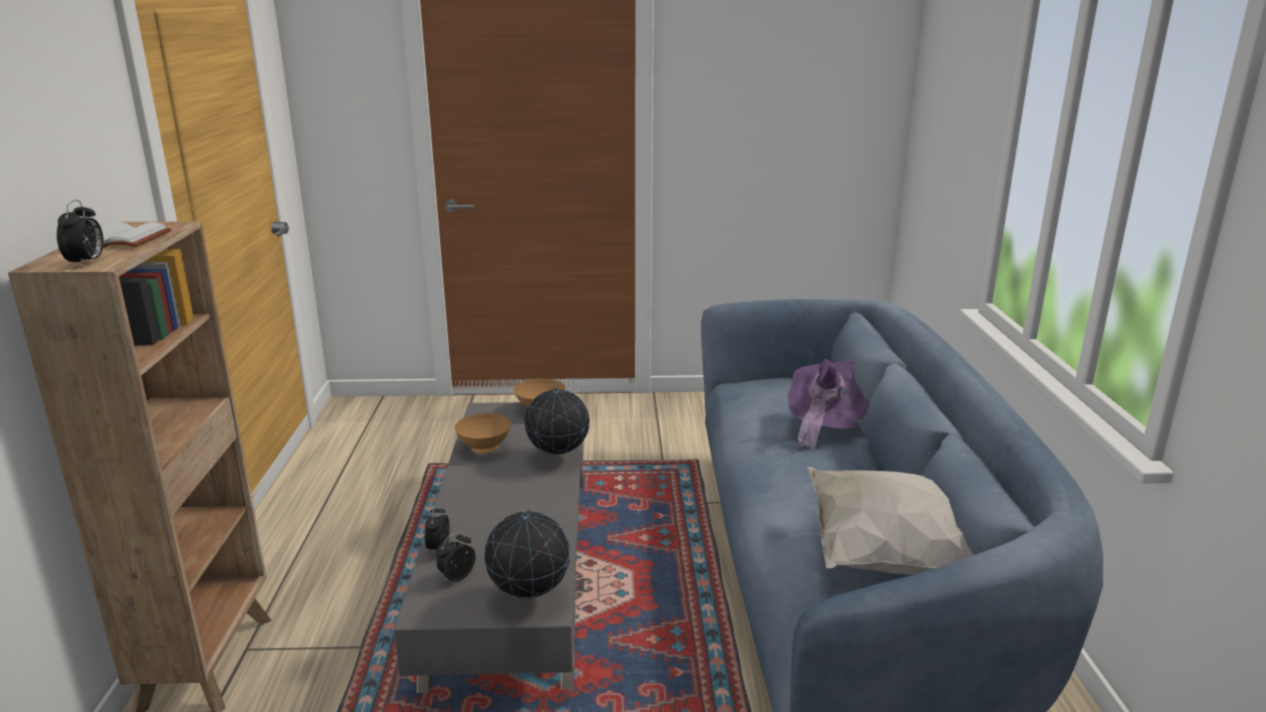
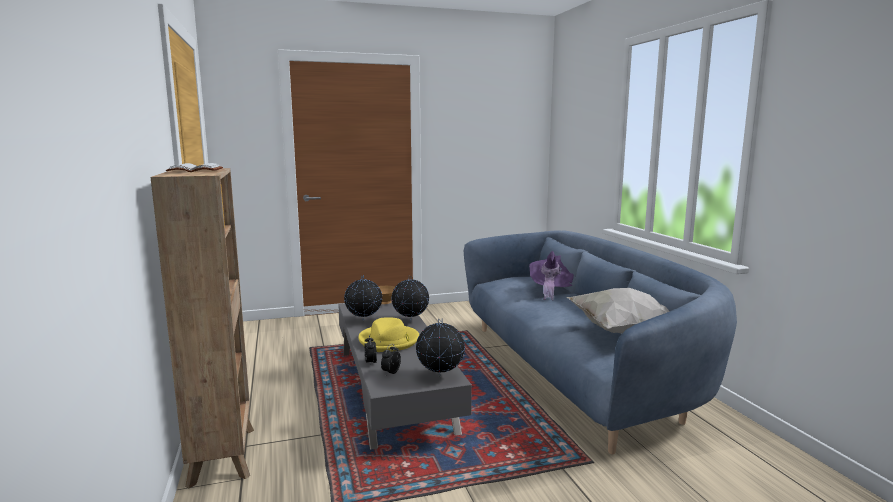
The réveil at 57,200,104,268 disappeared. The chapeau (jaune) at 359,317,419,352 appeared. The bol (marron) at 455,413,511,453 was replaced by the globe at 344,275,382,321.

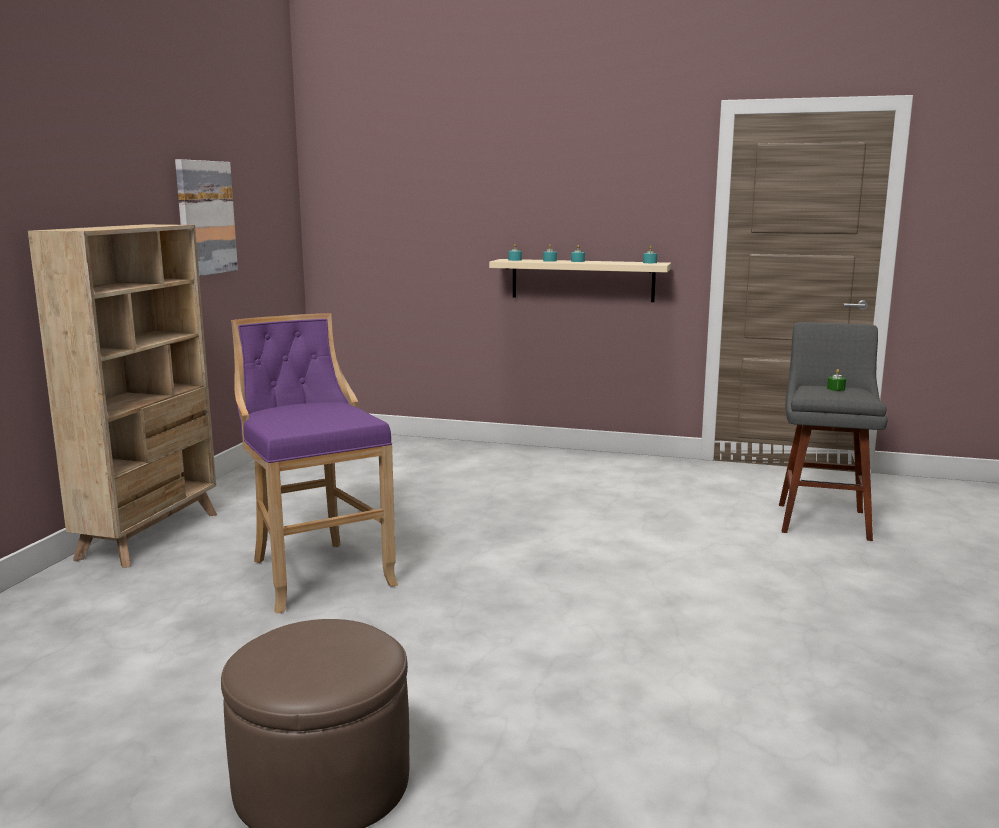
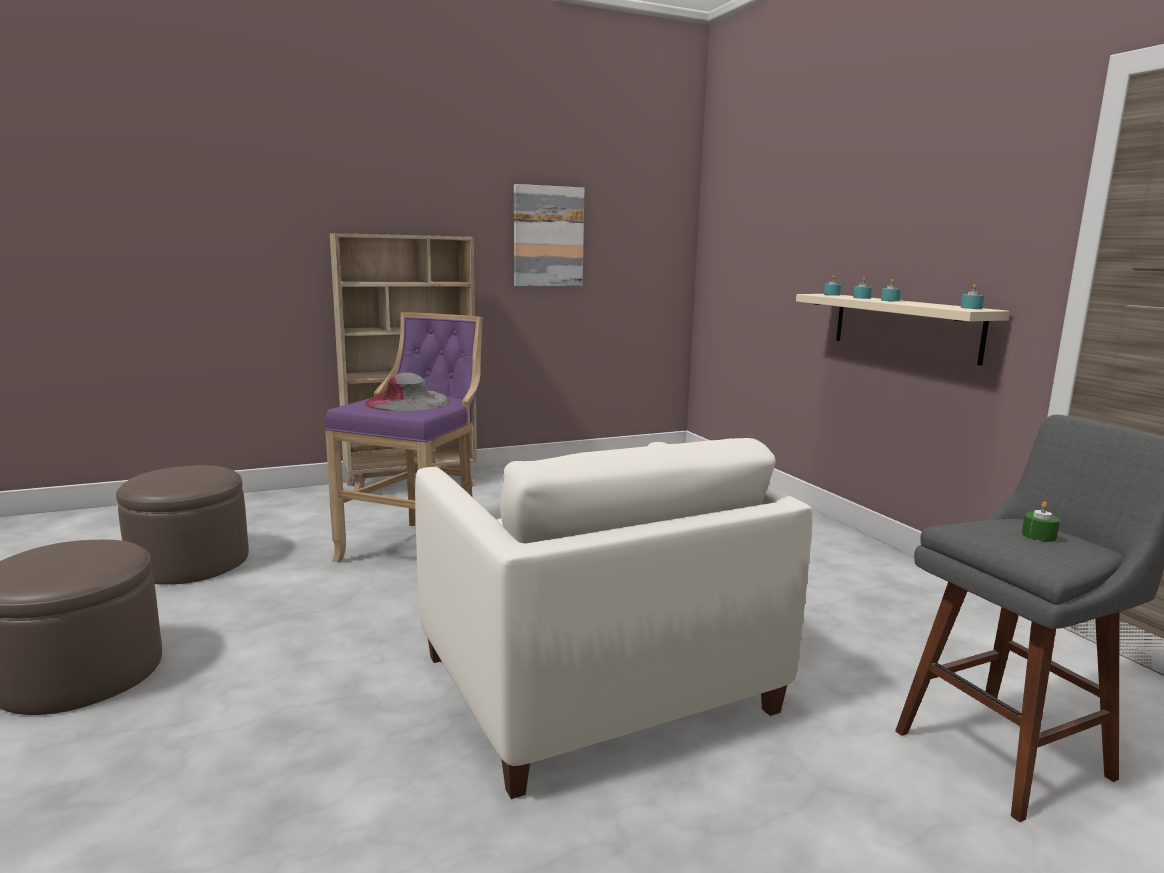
The pouf (marron) at 116,465,249,585 appeared. The chapeau (gris) at 364,372,449,411 appeared. The fauteuil (blanc) at 415,438,813,799 appeared.

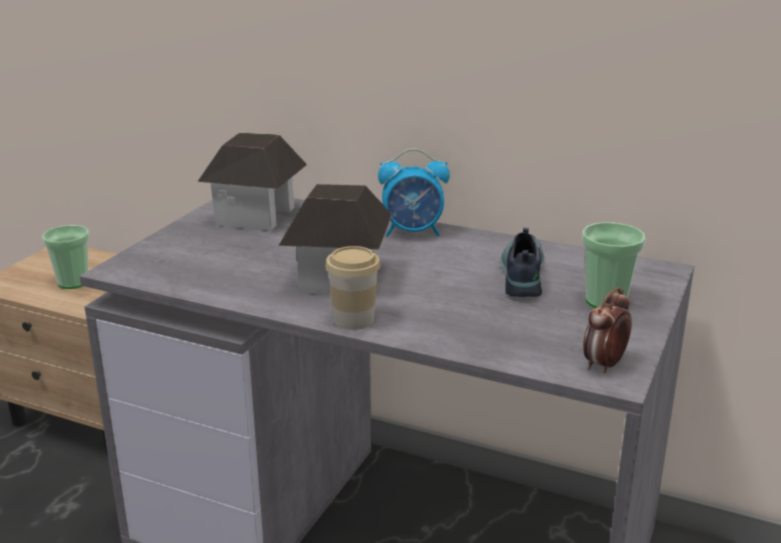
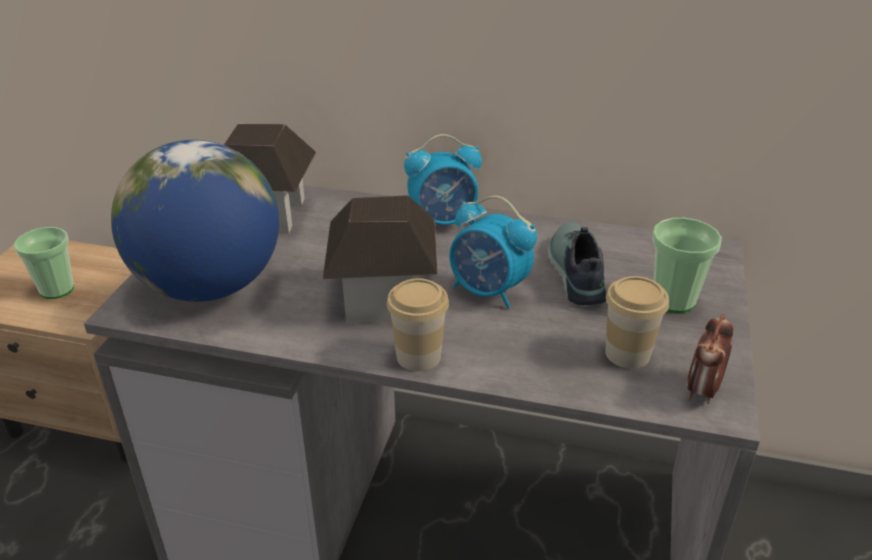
The globe at 111,140,279,302 appeared. The réveil at 450,196,537,308 appeared. The tasse at 605,276,669,369 appeared.

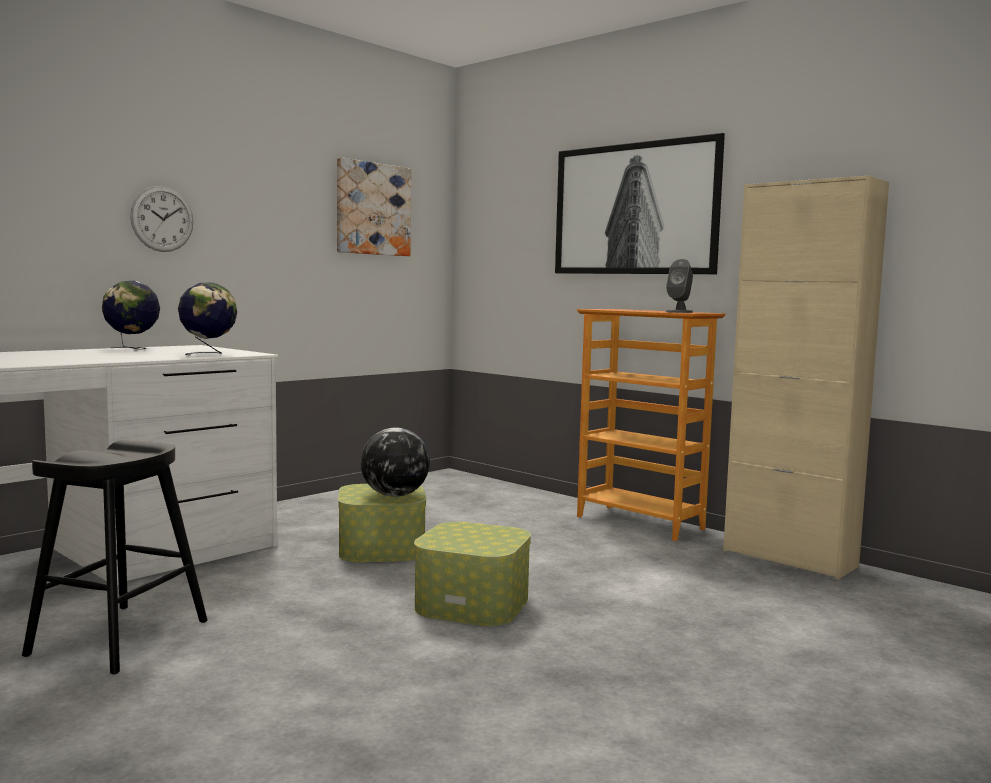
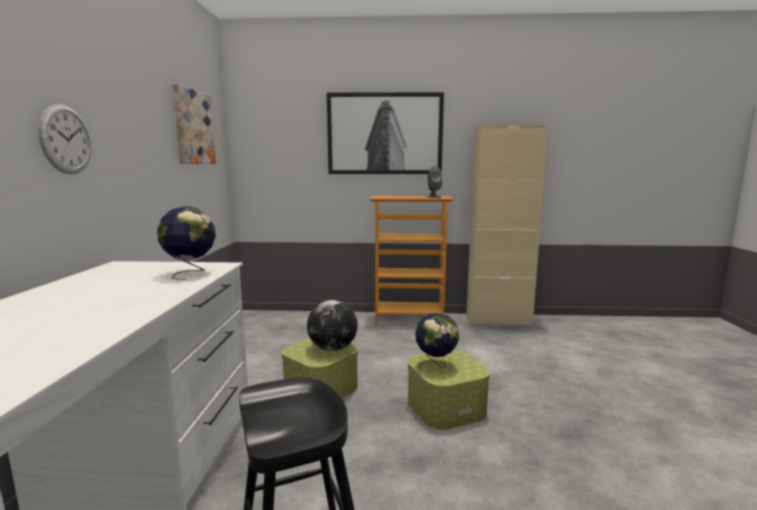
The globe moved from 102,281,160,350 to 415,313,459,371.

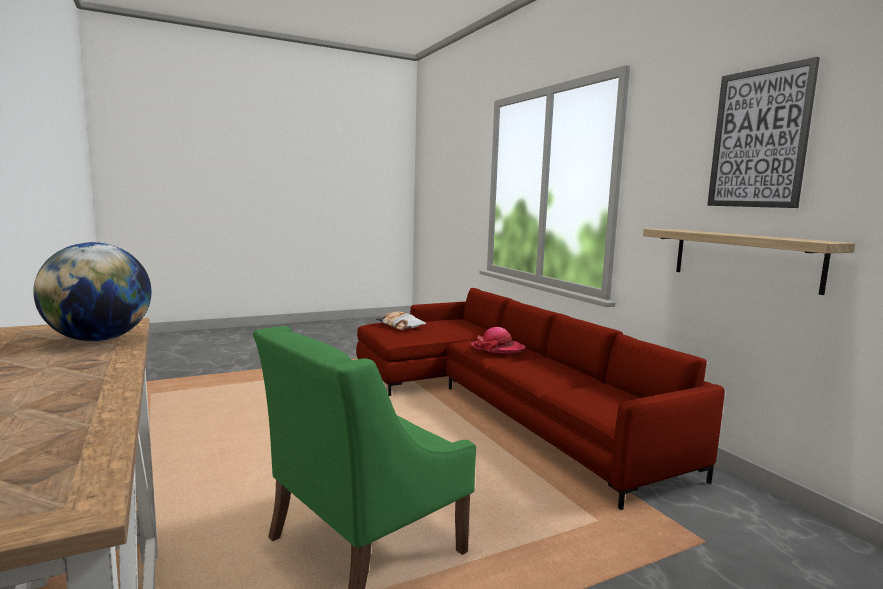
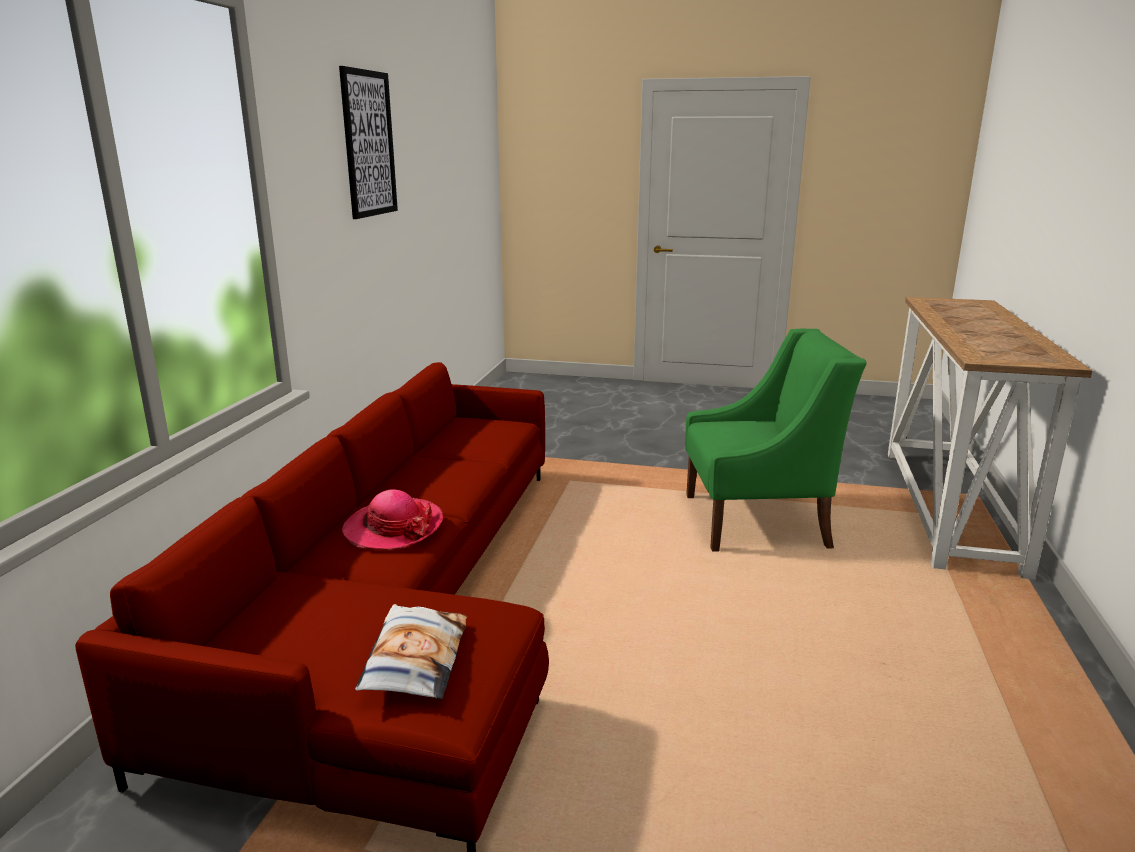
The globe at 33,242,151,342 disappeared. The étagère at 643,229,855,295 disappeared.

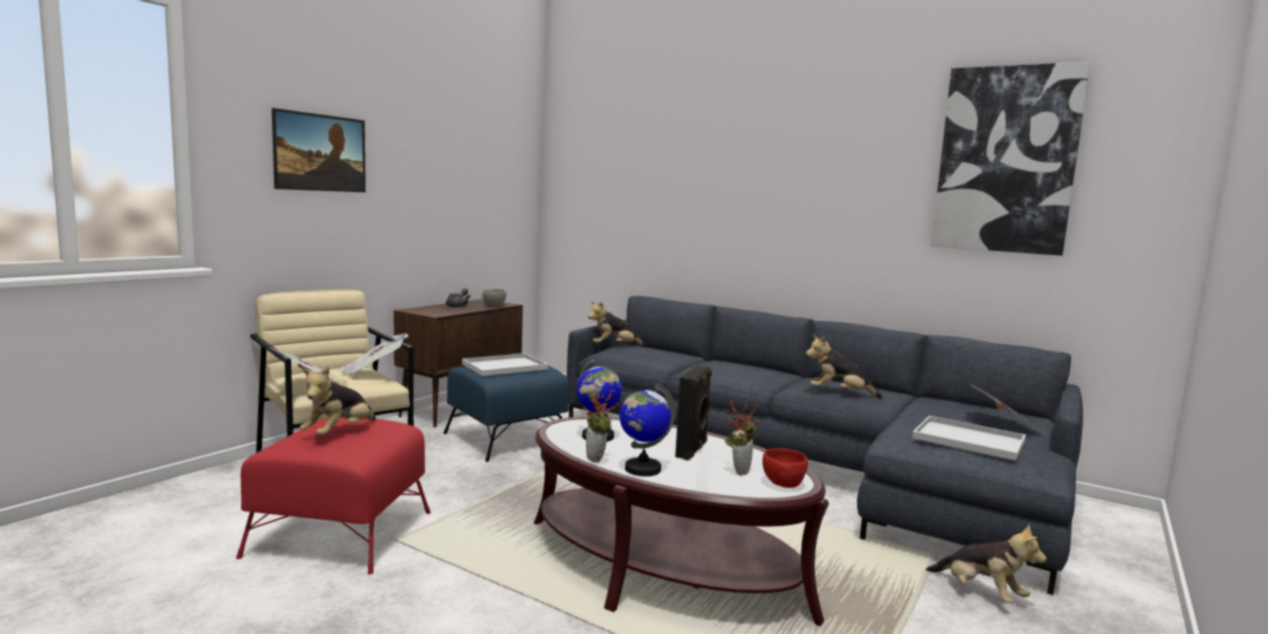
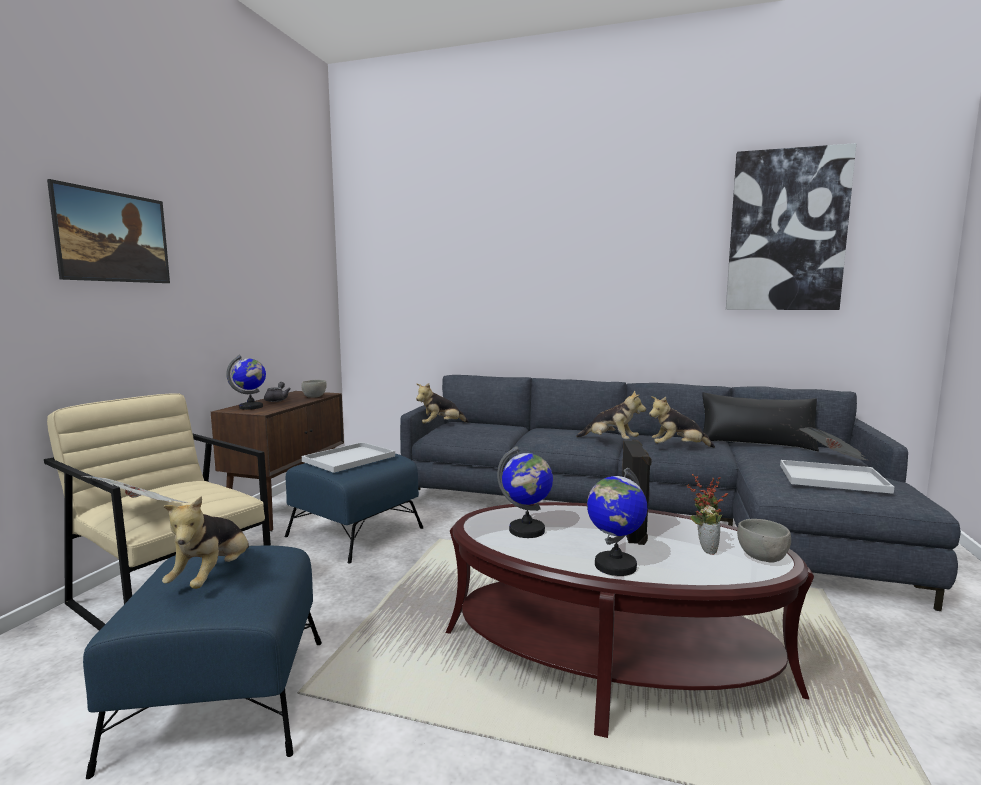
The journal at 338,333,408,374 disappeared. The plante en pot at 583,389,619,463 disappeared. The globe at 226,355,266,410 appeared. The coussin (noir) at 701,393,819,451 appeared. The peluche moved from 926,524,1046,603 to 576,390,646,439. The pouf (rouge) at 236,417,431,575 became the pouf (bleu) at 83,545,322,779. The bol (rouge) at 762,448,808,488 became the bol (gris) at 737,519,791,562.

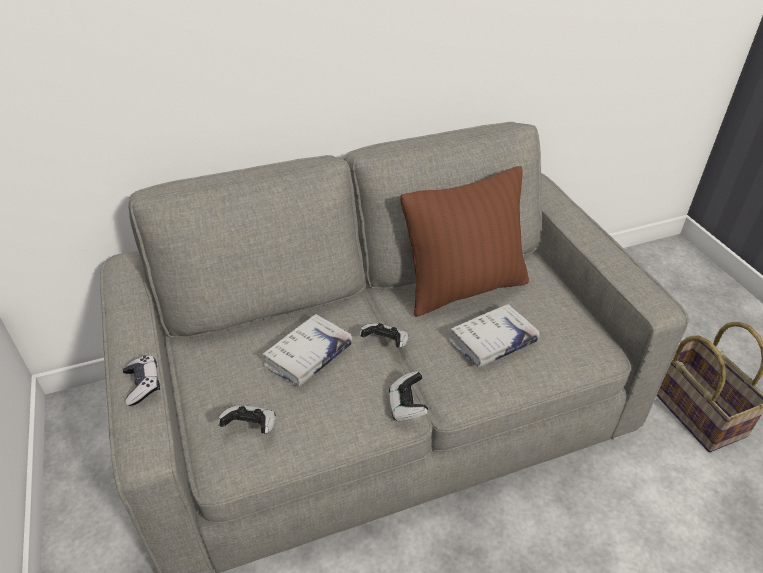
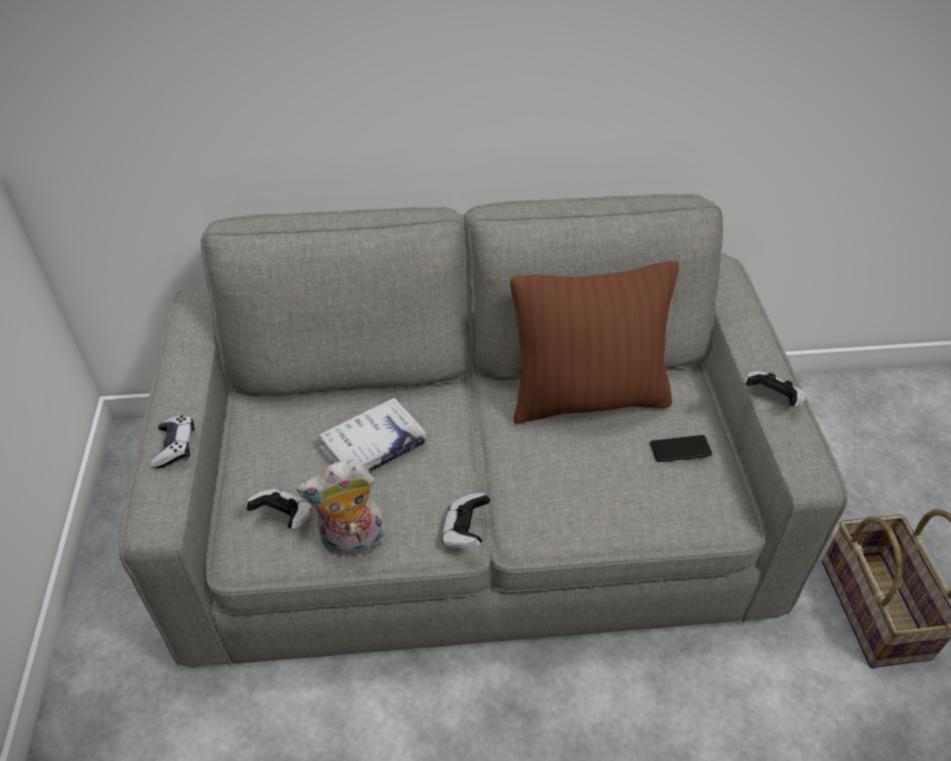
The livre (blanc) at 448,304,540,367 disappeared. The peluche at 297,460,386,556 appeared. The téléphone at 650,435,712,462 appeared. The manette moved from 359,323,408,348 to 744,371,805,408.

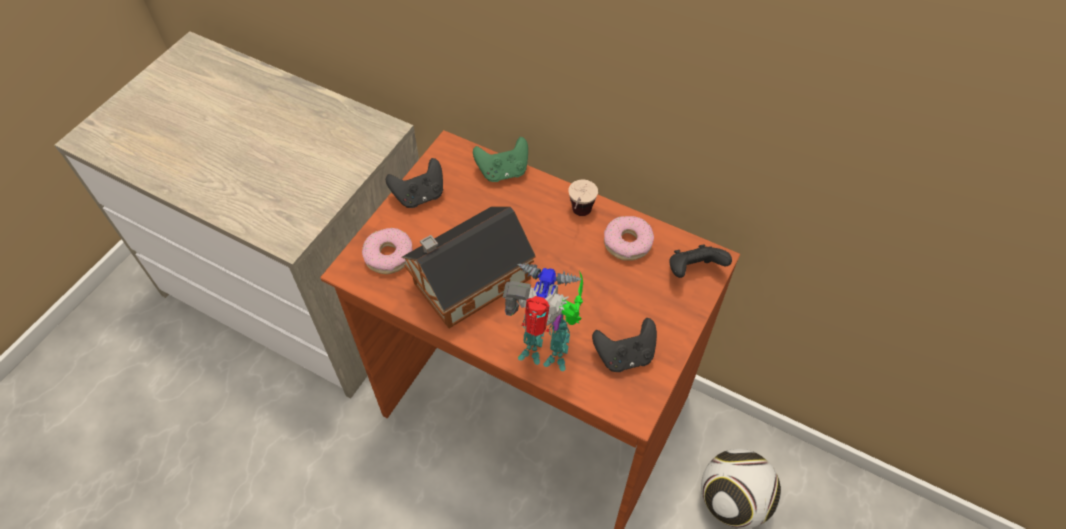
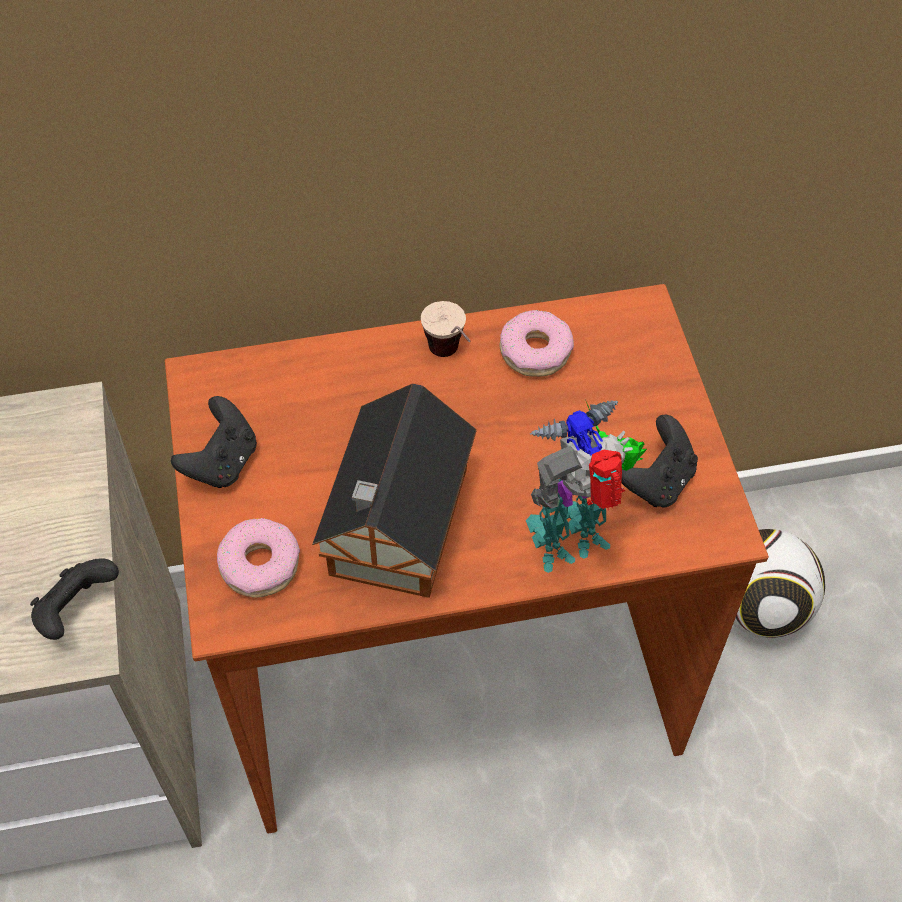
The manette (vert) at 473,137,528,182 disappeared. The manette (noir) moved from 670,244,732,278 to 30,558,119,640.

